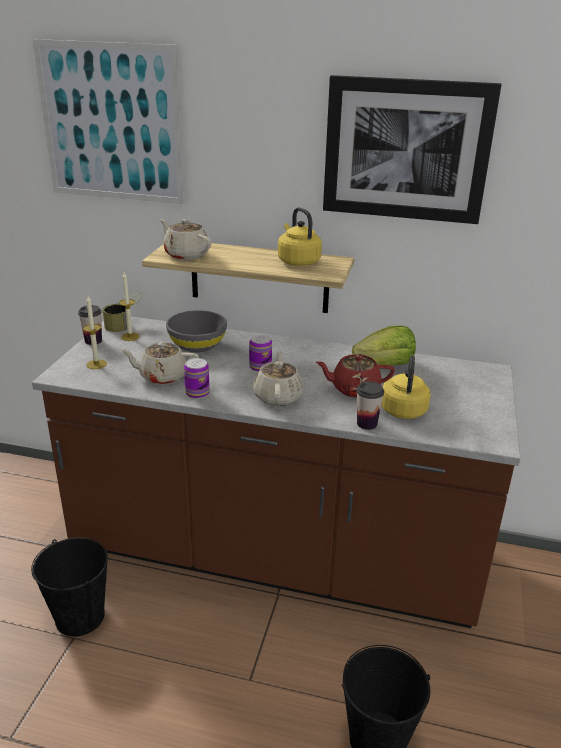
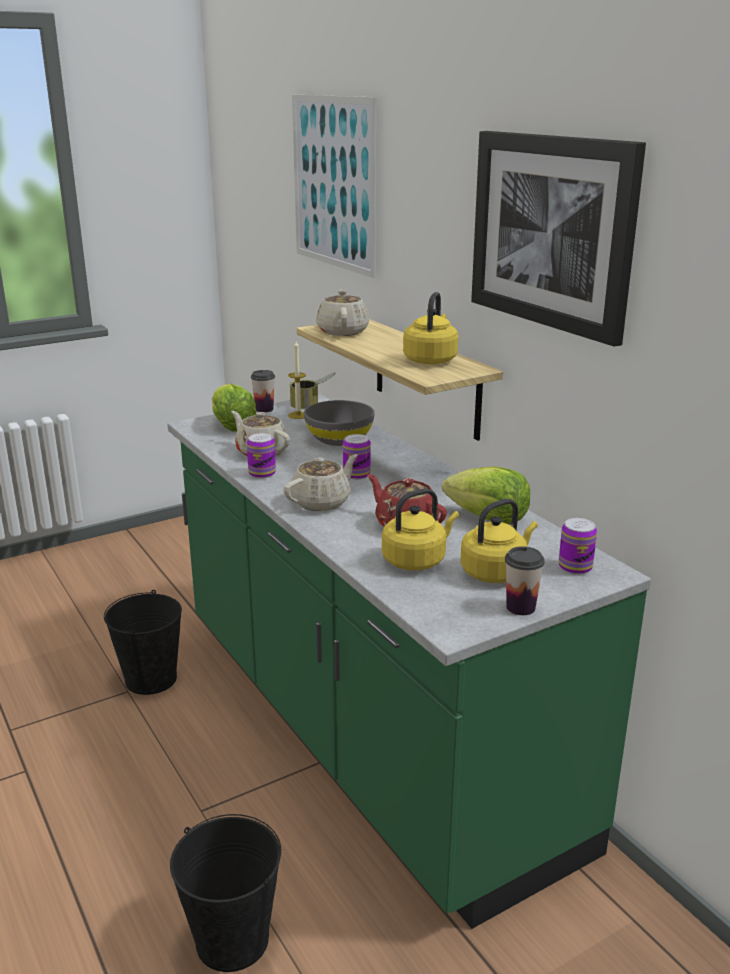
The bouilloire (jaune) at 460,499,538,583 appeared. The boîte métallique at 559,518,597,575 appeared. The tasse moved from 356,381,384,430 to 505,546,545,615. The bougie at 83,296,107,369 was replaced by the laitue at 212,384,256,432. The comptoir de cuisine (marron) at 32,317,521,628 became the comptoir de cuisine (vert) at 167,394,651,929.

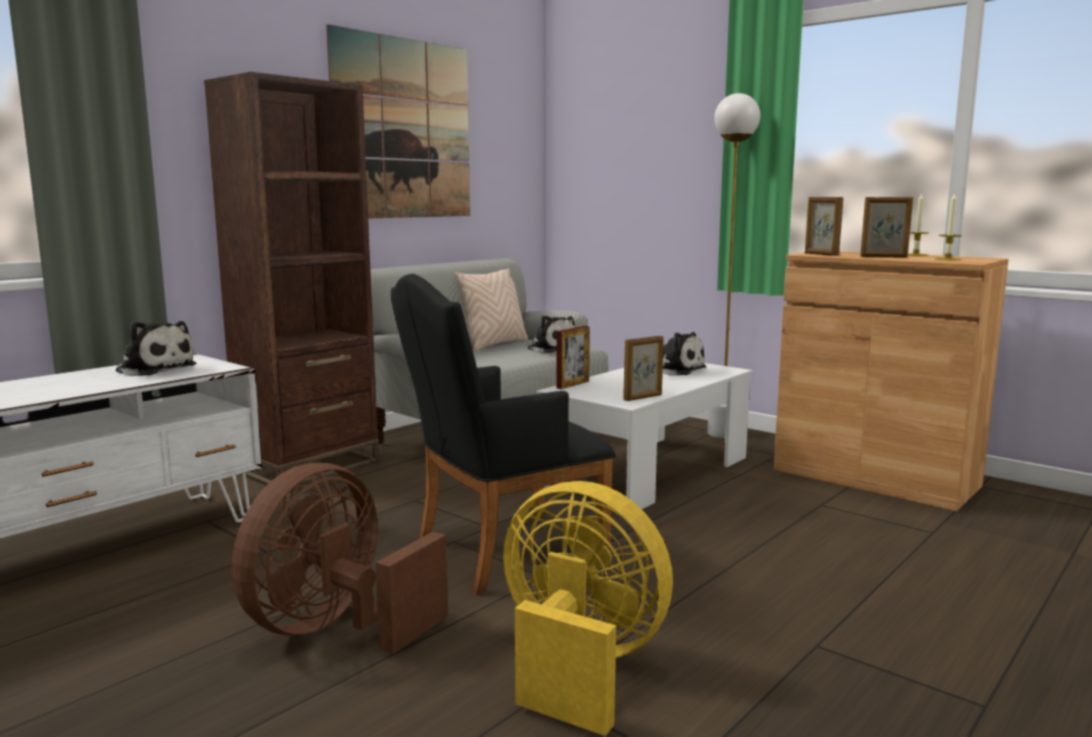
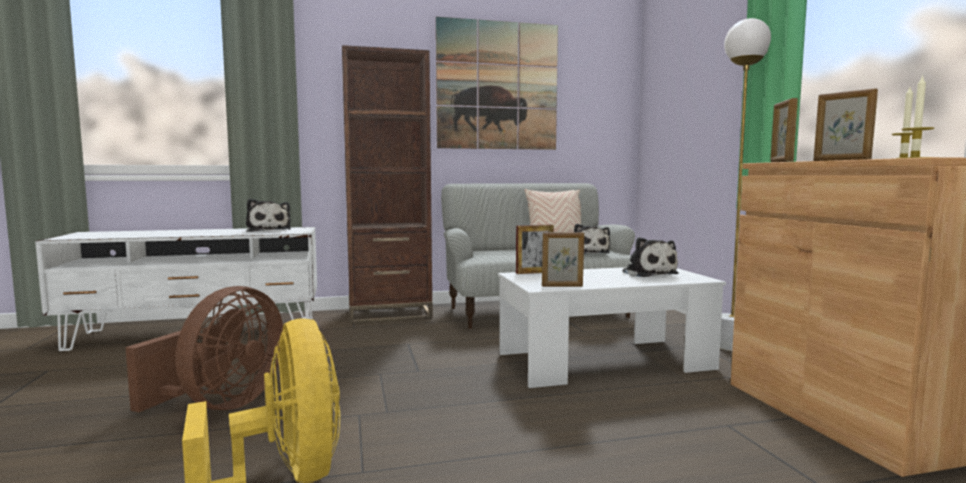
The fauteuil (noir) at 391,274,616,596 disappeared. The ventilateur (marron) at 232,463,448,654 turned 135 degrees clockwise.

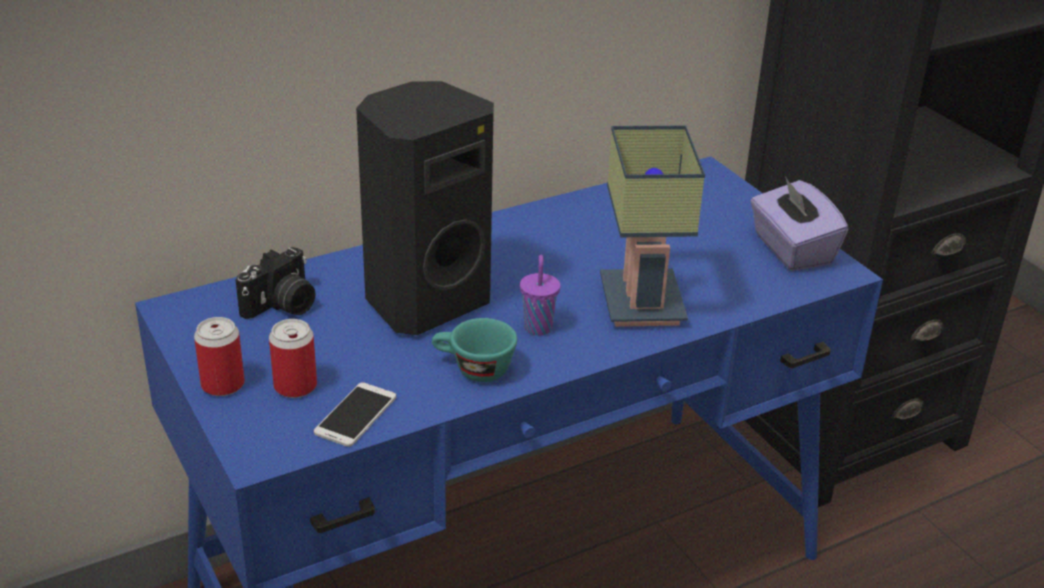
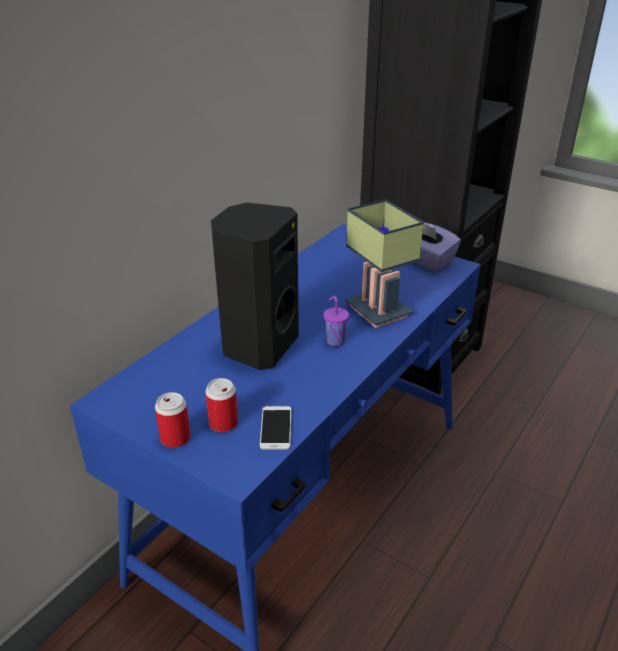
The appareil photo at 236,247,315,319 disappeared. The tasse (turquoise) at 432,318,517,382 disappeared.

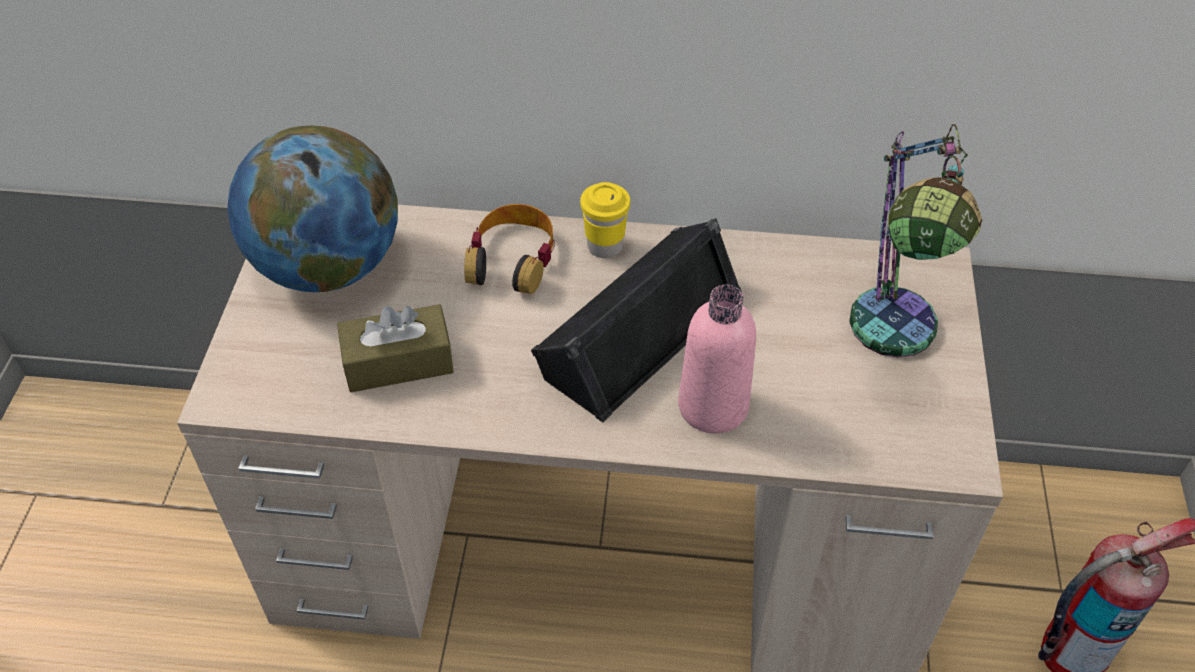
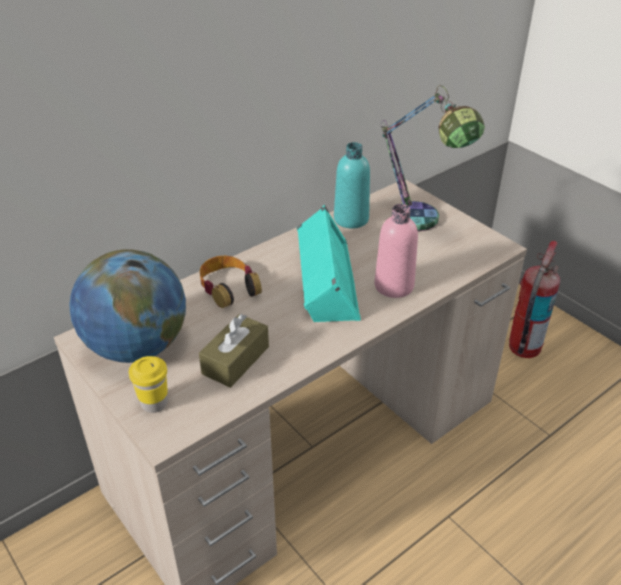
The bouteille (turquoise) at 334,142,370,228 appeared. The tasse (jaune) moved from 580,182,630,258 to 129,356,168,413. The enceinte (noir) at 531,218,742,422 became the enceinte (turquoise) at 297,205,361,322.

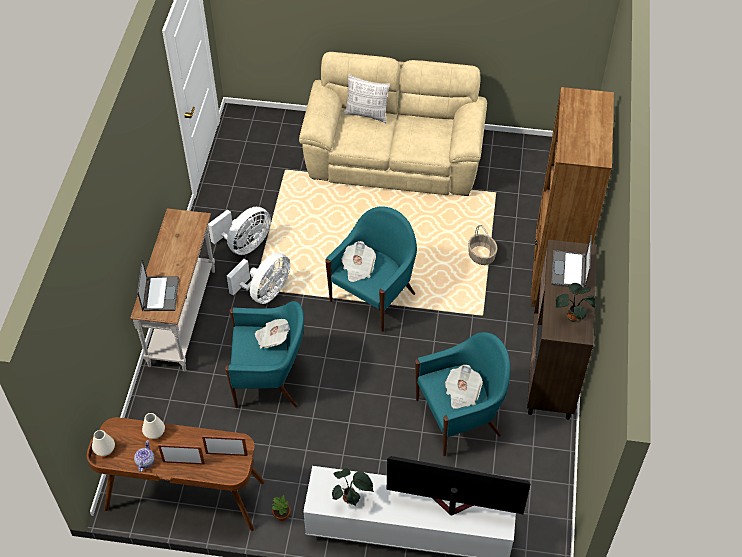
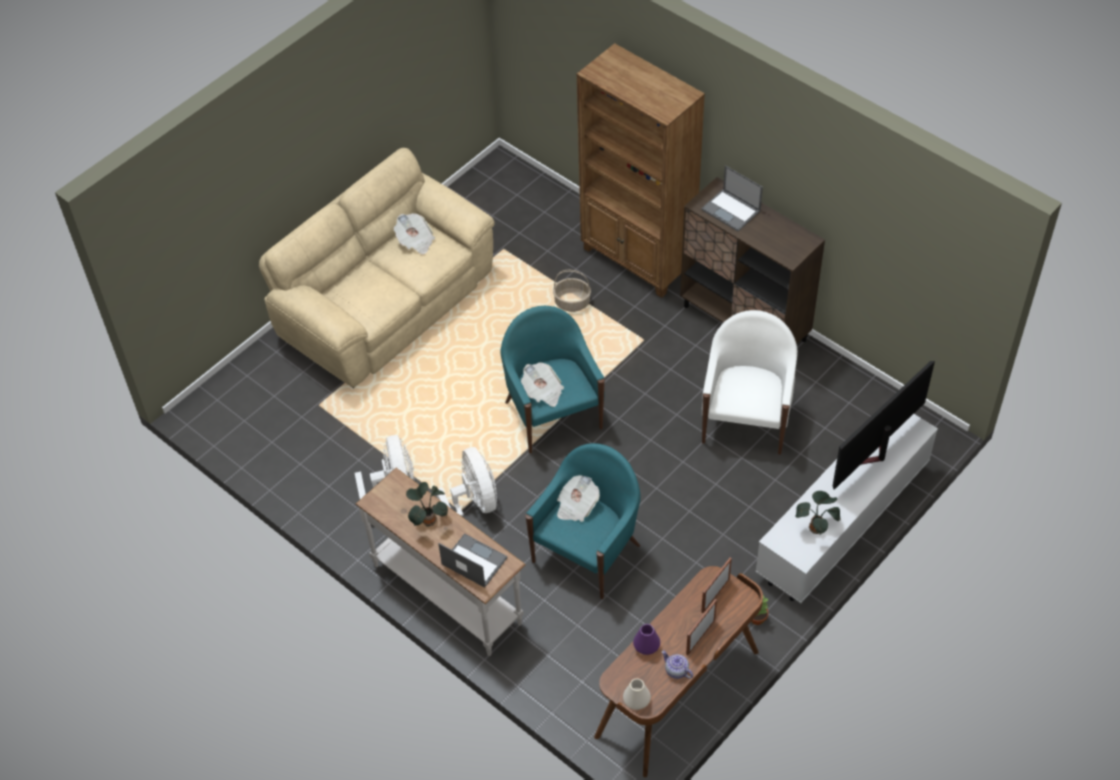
The coussin at 344,74,390,123 disappeared. The journal moved from 445,365,483,409 to 394,213,435,255. The plante en pot moved from 556,283,595,322 to 406,482,448,527. The vase (blanc) at 142,413,165,439 became the vase (violet) at 633,624,660,655. The fauteuil (turquoise) at 415,332,511,456 became the fauteuil (blanc) at 702,310,798,455.

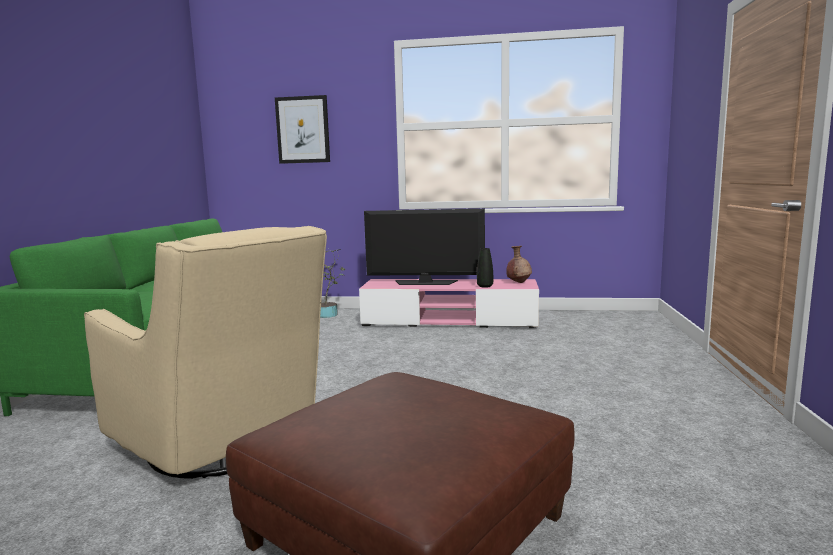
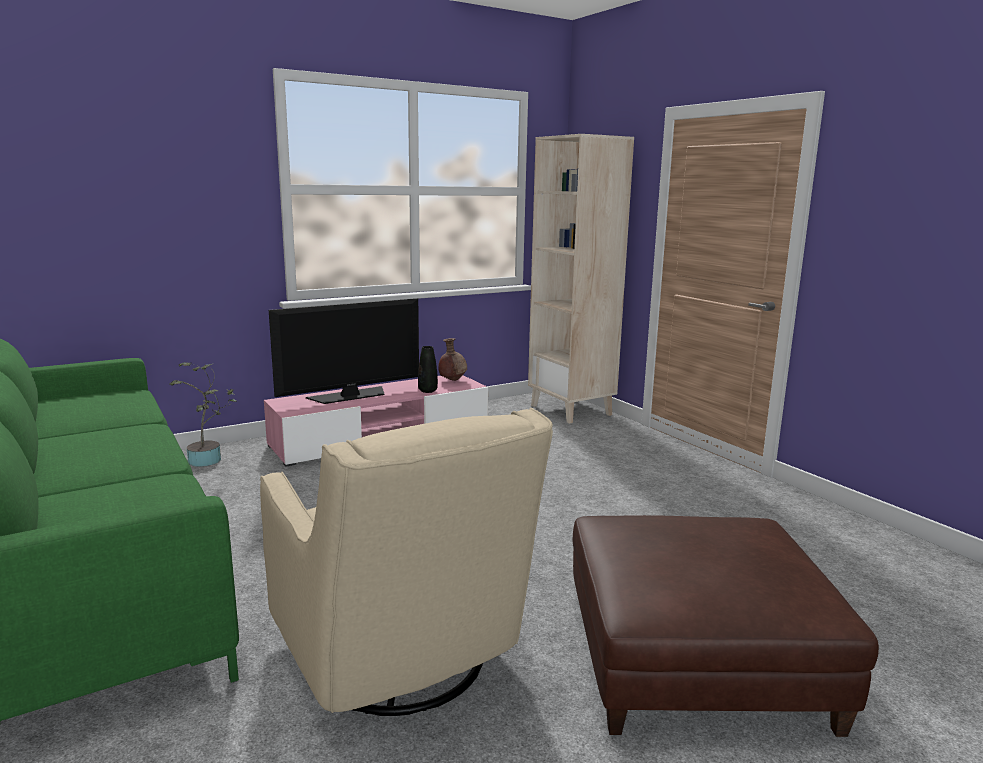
The tableau at 275,95,330,164 disappeared. The bibliothèque (beige) at 528,134,634,424 appeared. The fauteuil (beige) at 84,226,327,479 turned 60 degrees clockwise.

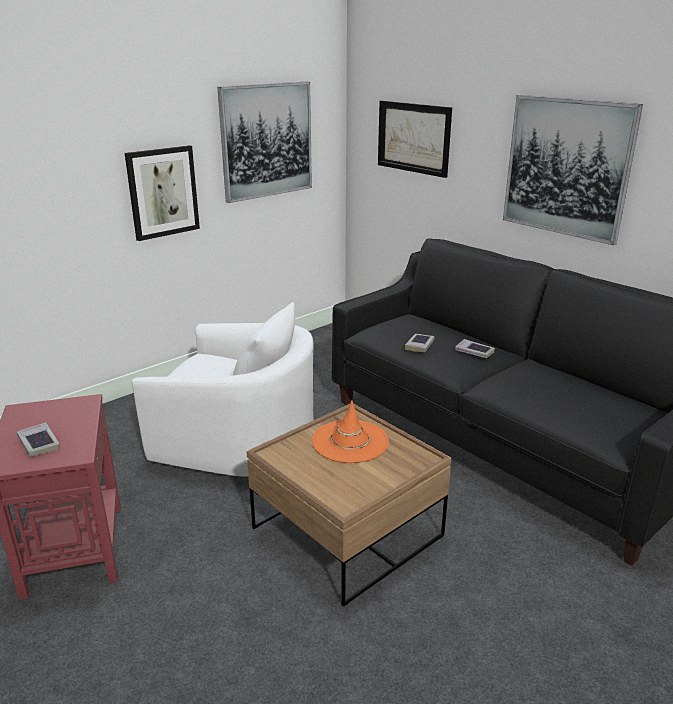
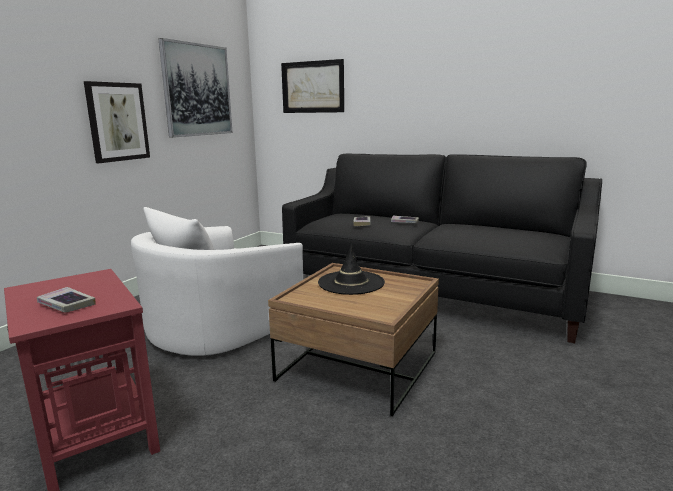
The tableau at 503,95,643,245 disappeared. The chapeau (orange) at 312,400,389,463 became the chapeau (noir) at 318,244,385,295. The fauteuil (blanc) at 131,302,314,476 turned 135 degrees clockwise.

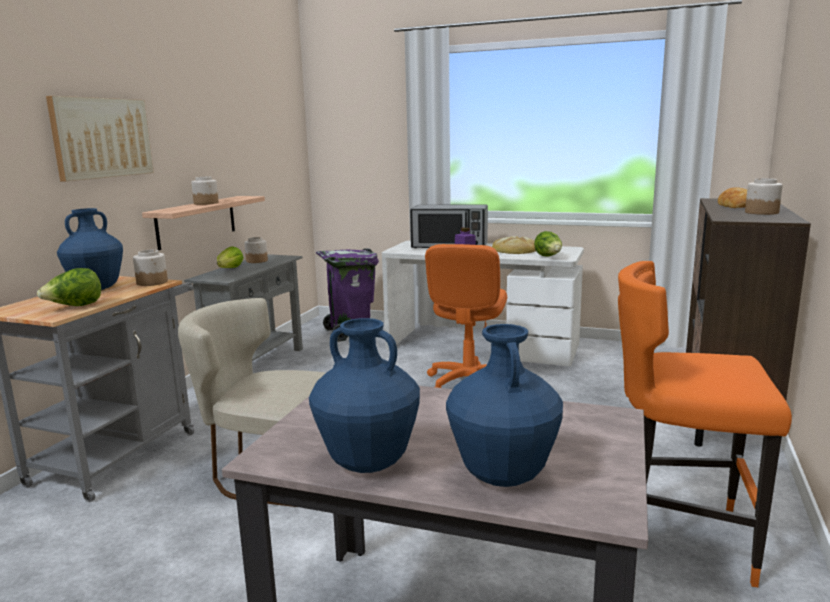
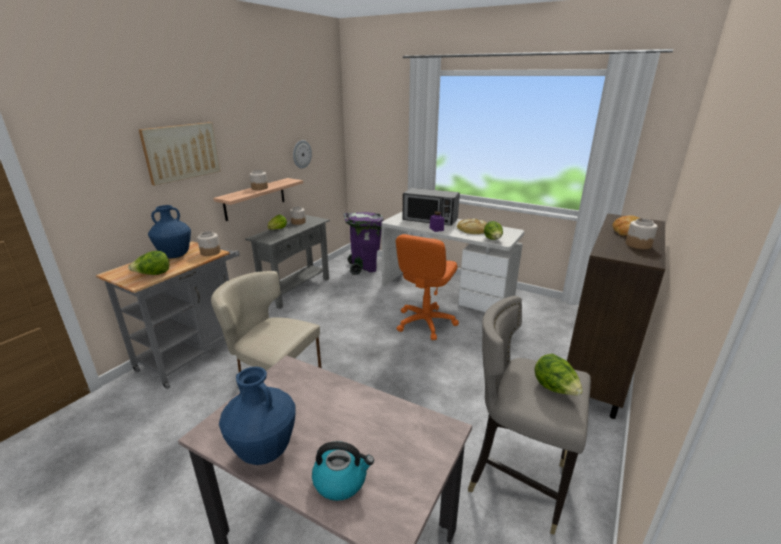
The horloge murale at 293,140,312,169 appeared. The laitue at 535,354,583,396 appeared. The vase (bleu) at 446,324,563,487 was replaced by the bouilloire at 312,441,374,501. The tabouret (orange) at 618,261,792,587 became the tabouret (gris) at 468,296,591,535.

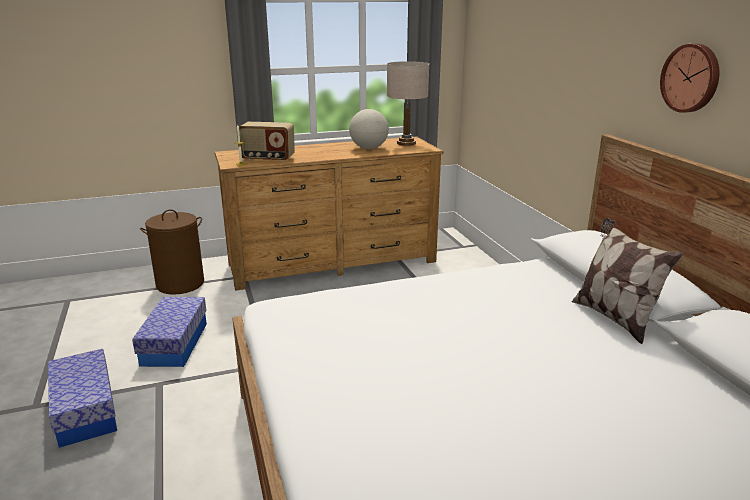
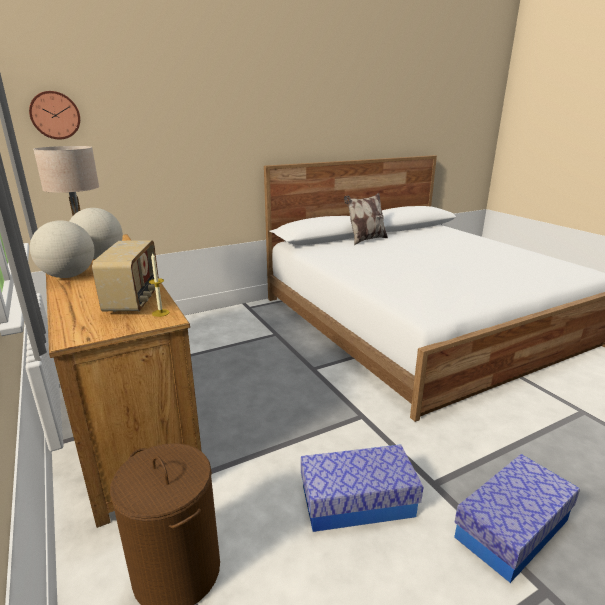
The globe at 30,220,95,278 appeared. The horloge murale moved from 660,44,719,113 to 29,91,80,140.

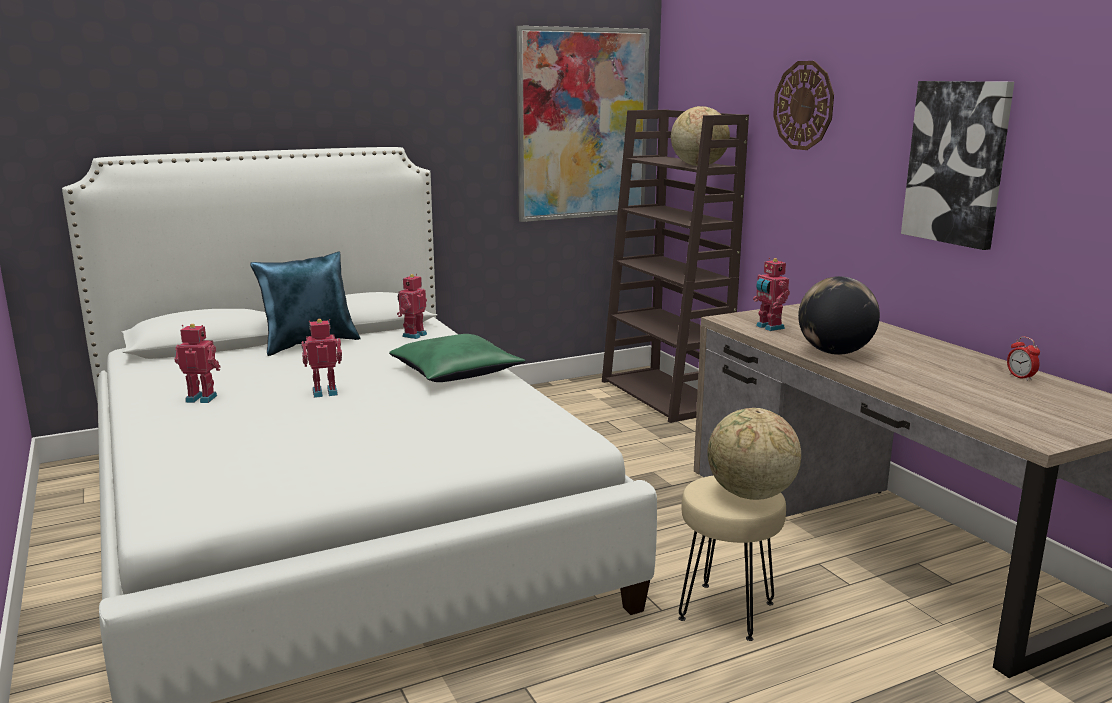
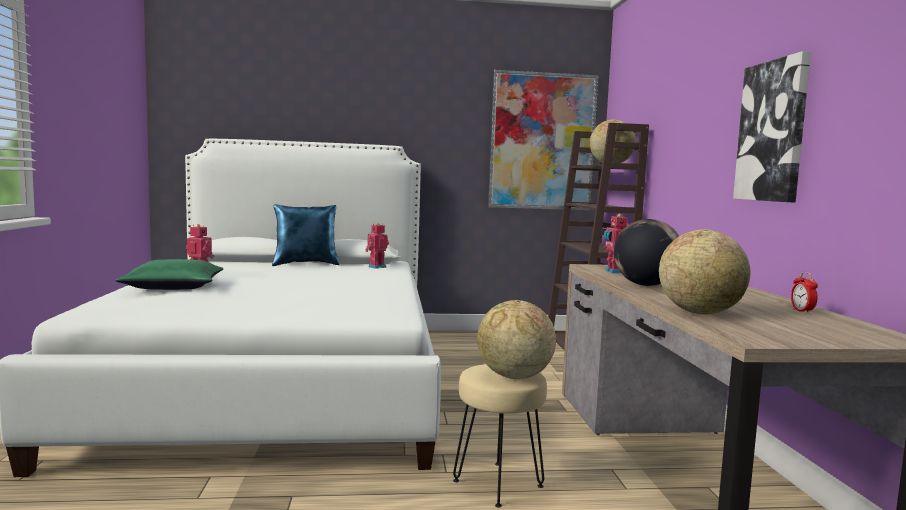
The robot jouet at 301,319,342,398 disappeared. The horloge murale at 773,61,834,150 disappeared. The globe at 659,229,751,314 appeared. The coussin (vert) moved from 389,334,525,382 to 115,259,223,290.

